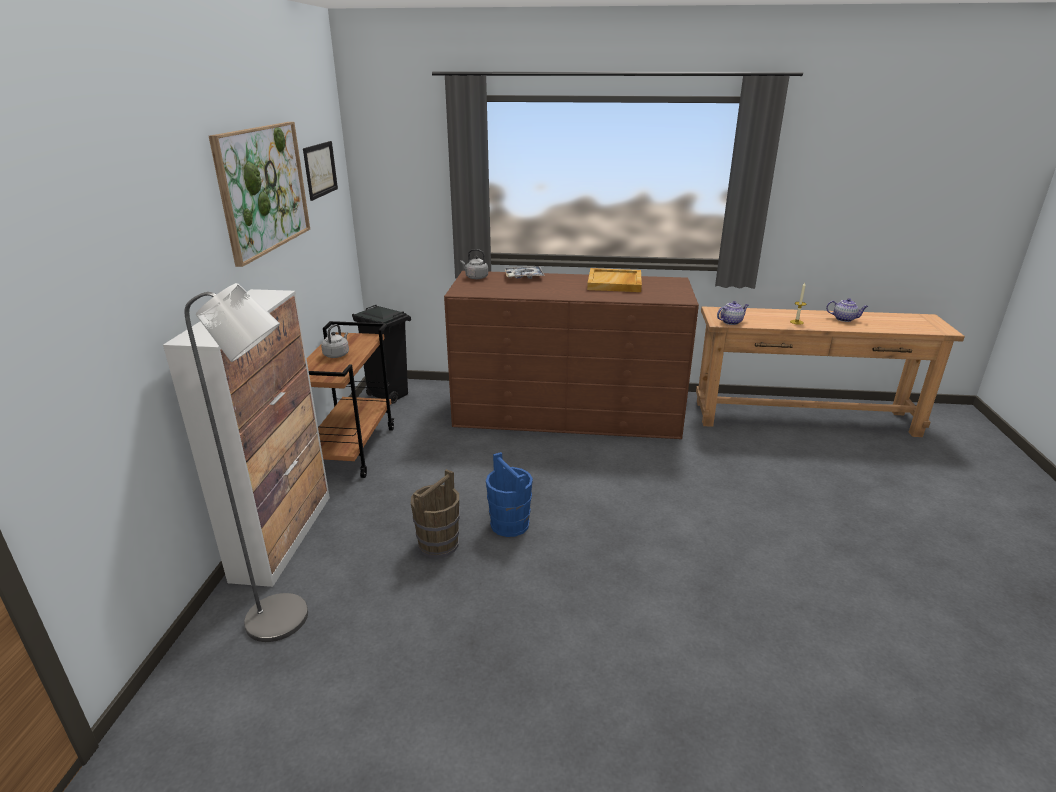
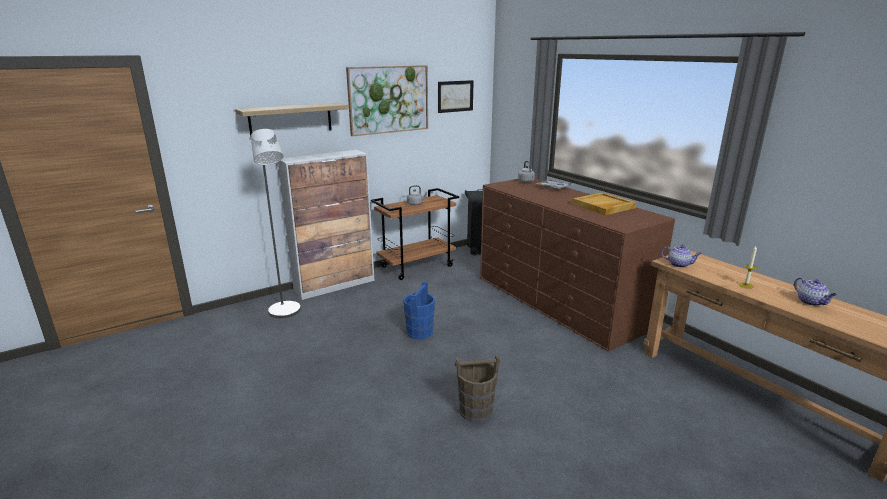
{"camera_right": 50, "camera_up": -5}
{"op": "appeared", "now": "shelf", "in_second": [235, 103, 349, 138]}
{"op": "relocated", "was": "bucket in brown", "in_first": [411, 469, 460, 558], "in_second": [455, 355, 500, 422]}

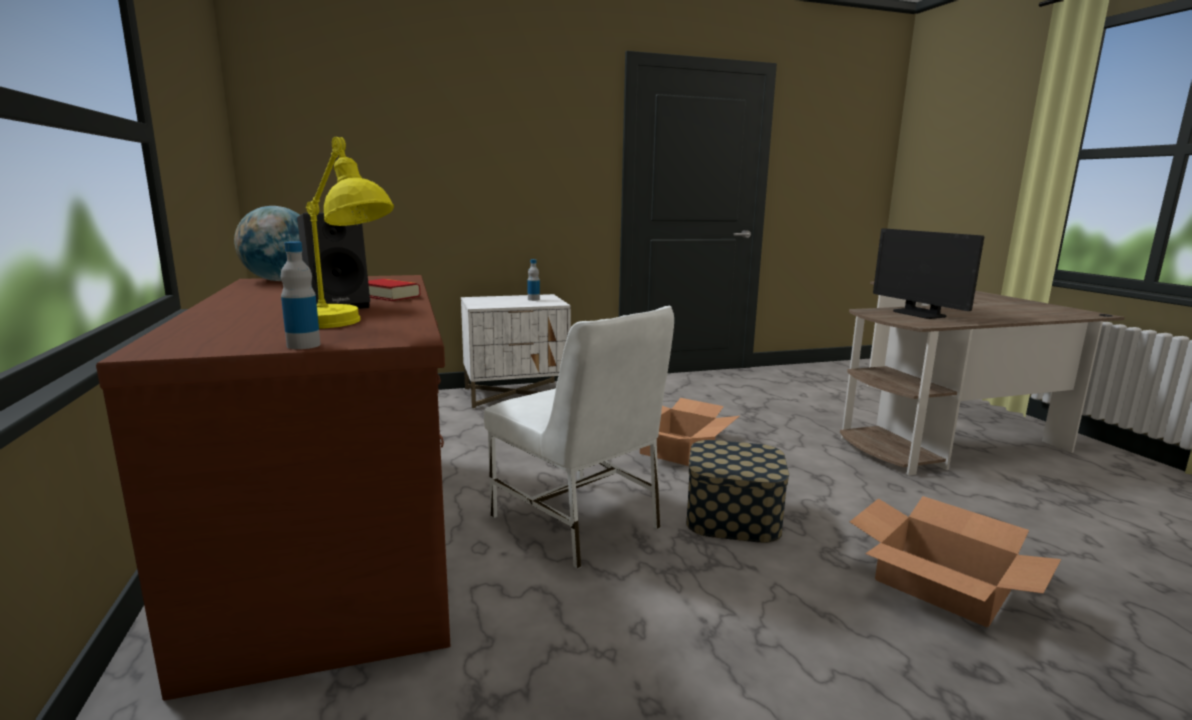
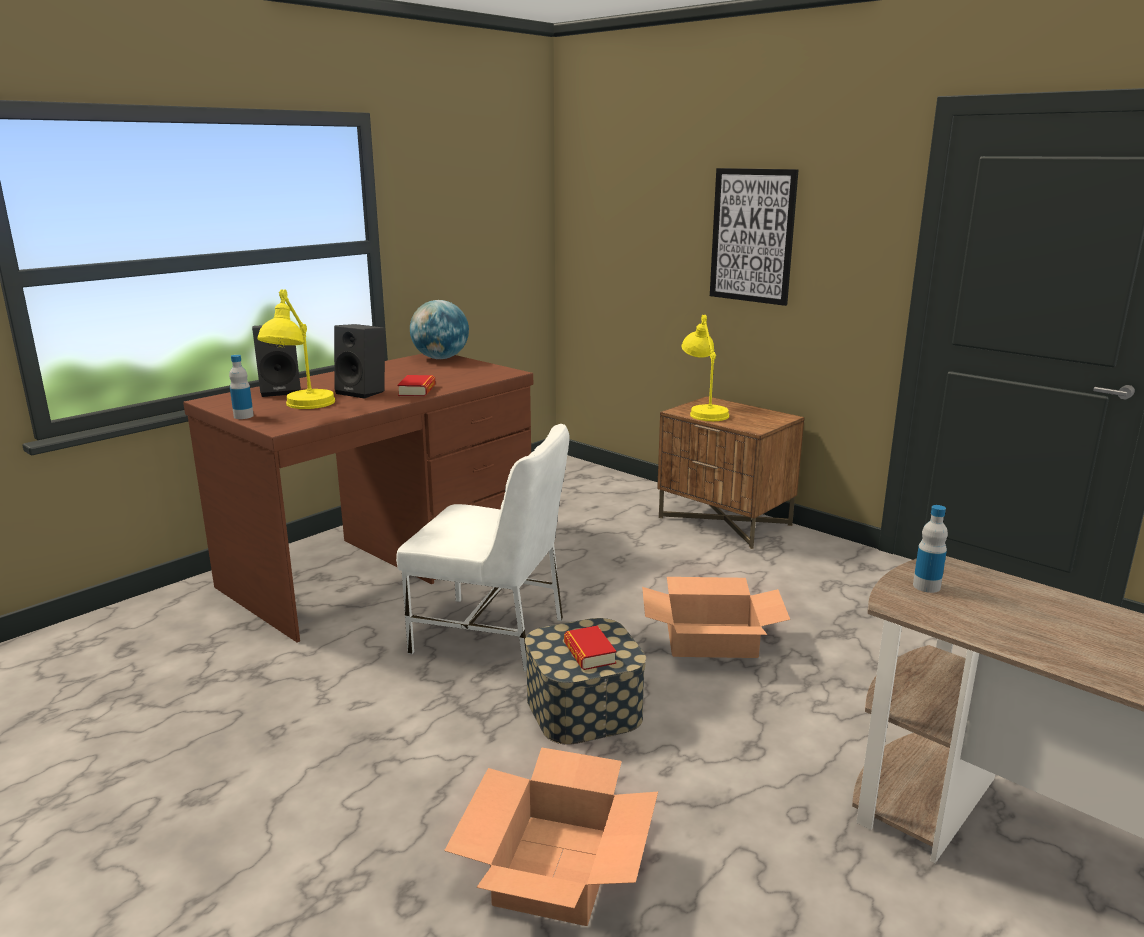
{"camera_right": 60, "camera_up": 5}
{"op": "appeared", "now": "speaker in black", "in_second": [252, 325, 301, 397]}
{"op": "spun", "was": "chair in white", "in_first": [484, 306, 674, 569], "in_second": [396, 424, 570, 671], "clockwise": -90}
{"op": "appeared", "now": "book", "in_second": [564, 626, 616, 670]}
{"op": "colour", "was": "nightstand in white", "now": "nightstand in brown", "in_first": [461, 294, 571, 409], "in_second": [657, 396, 805, 549]}
{"op": "appeared", "now": "table lamp in yellow", "in_second": [681, 315, 729, 421]}
{"op": "appeared", "now": "picture", "in_second": [710, 168, 799, 306]}
{"op": "relocated", "was": "bottle", "in_first": [527, 259, 540, 301], "in_second": [913, 505, 948, 593]}
{"op": "missing", "was": "monitor", "in_first": [873, 228, 984, 319]}

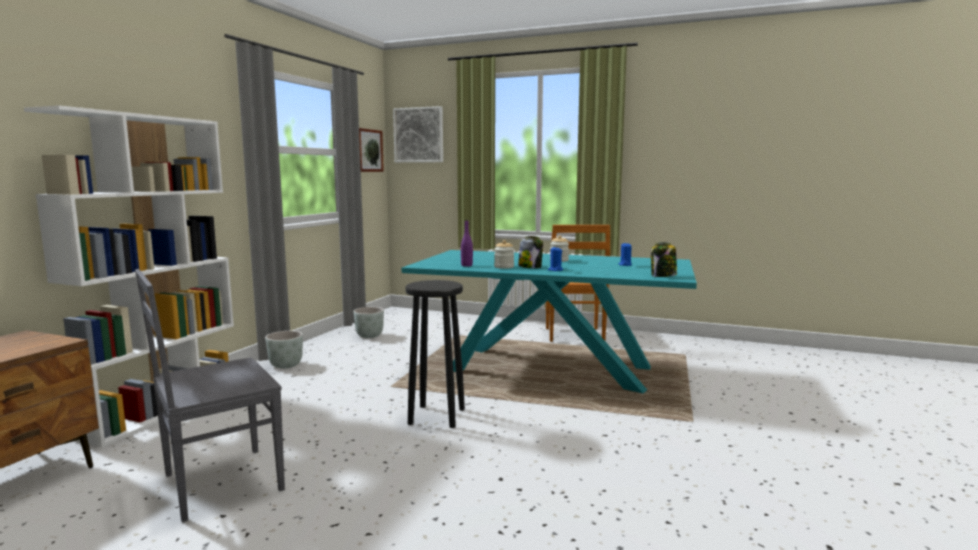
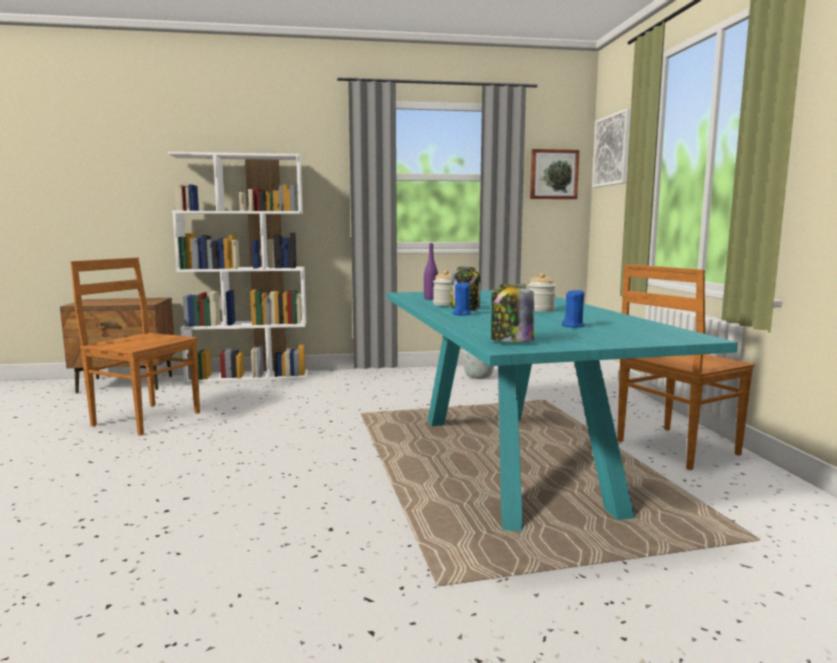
{"camera_right": 60, "camera_up": 0}
{"op": "colour", "was": "chair in grey", "now": "chair in brown", "in_first": [135, 269, 285, 522], "in_second": [70, 257, 200, 436]}
{"op": "missing", "was": "planter in grey", "in_first": [265, 331, 303, 368]}
{"op": "missing", "was": "stool in black", "in_first": [405, 280, 465, 428]}

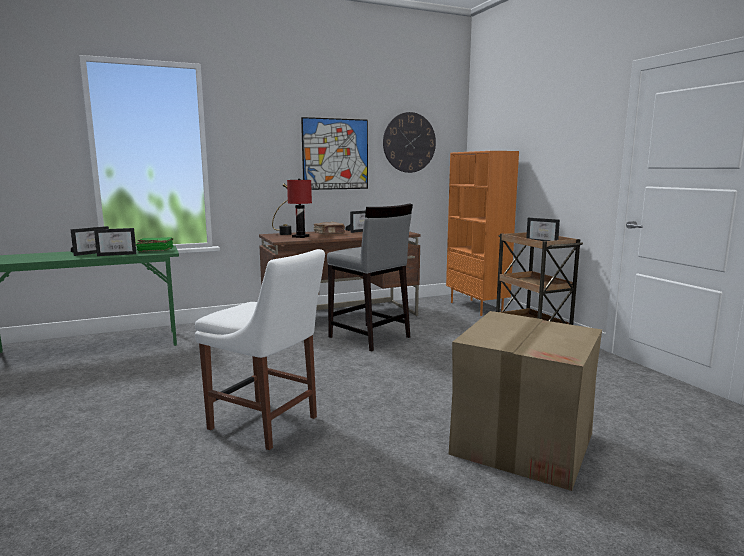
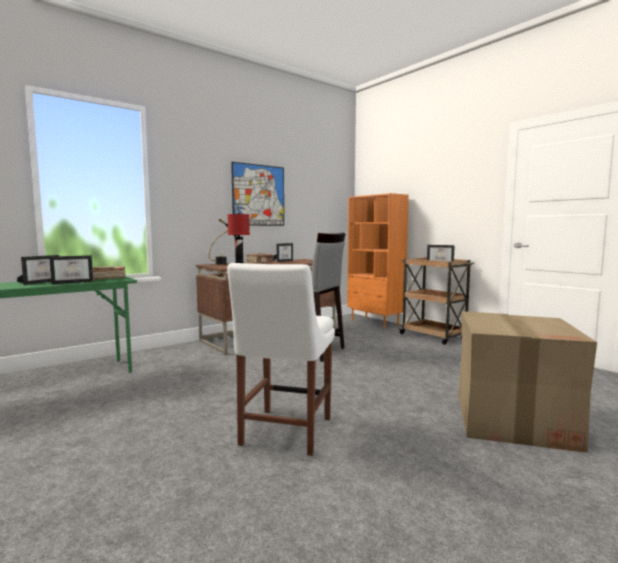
{"camera_right": -15, "camera_up": -5}
{"op": "colour", "was": "book in green", "now": "book in brown", "in_first": [136, 237, 173, 252], "in_second": [92, 266, 126, 280]}
{"op": "spun", "was": "chair in white", "in_first": [195, 249, 325, 450], "in_second": [227, 263, 335, 456], "clockwise": 90}
{"op": "missing", "was": "wall clock", "in_first": [383, 112, 436, 173]}

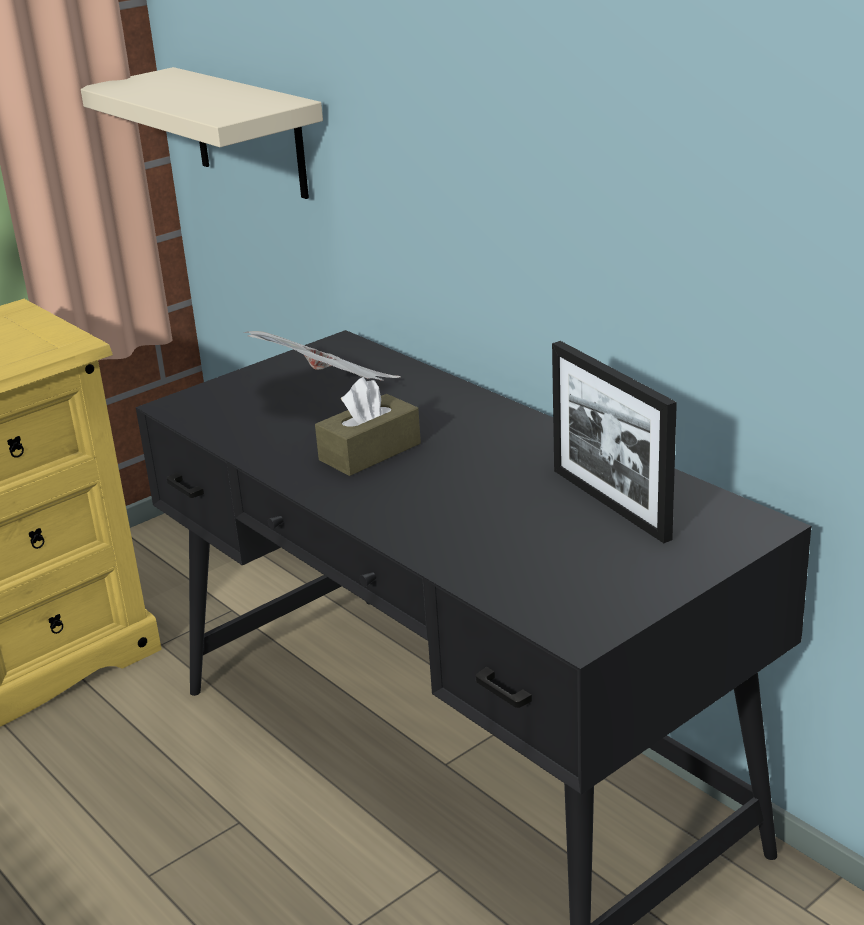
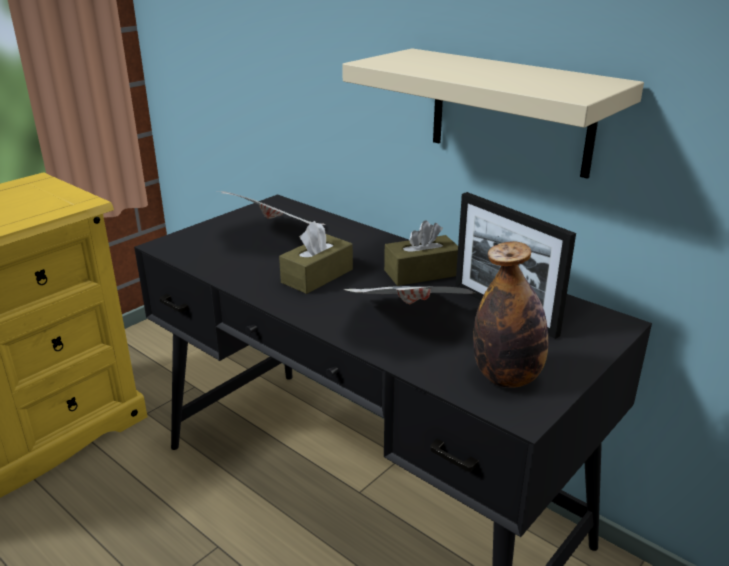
{"camera_right": -10, "camera_up": 0}
{"op": "relocated", "was": "shelf in beige", "in_first": [81, 67, 323, 199], "in_second": [342, 49, 644, 179]}
{"op": "appeared", "now": "newspaper", "in_second": [344, 286, 476, 304]}
{"op": "appeared", "now": "tissue box in brown", "in_second": [384, 220, 458, 286]}
{"op": "appeared", "now": "bottle", "in_second": [473, 241, 549, 388]}

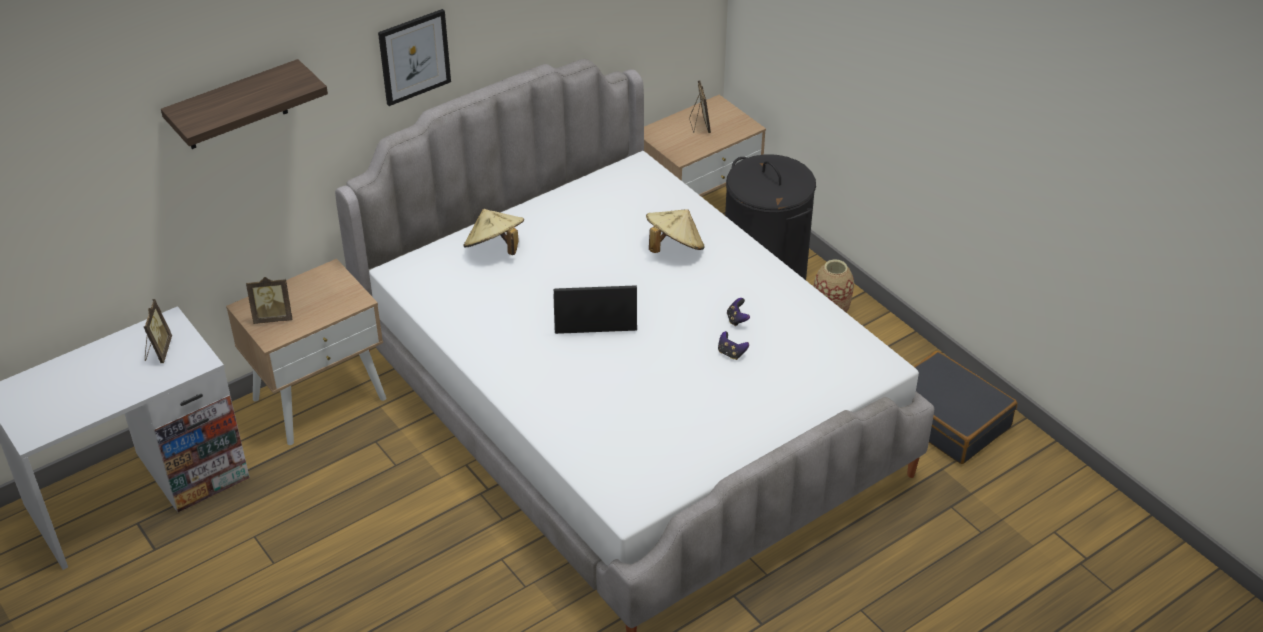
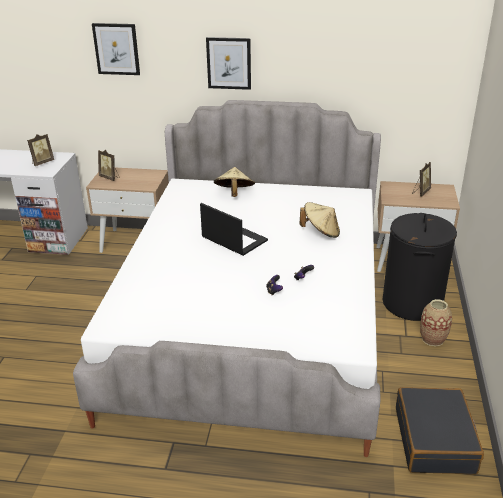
{"camera_right": 45, "camera_up": -10}
{"op": "exchanged", "was": "shelf", "now": "picture", "in_first": [161, 59, 328, 149], "in_second": [92, 23, 140, 75]}

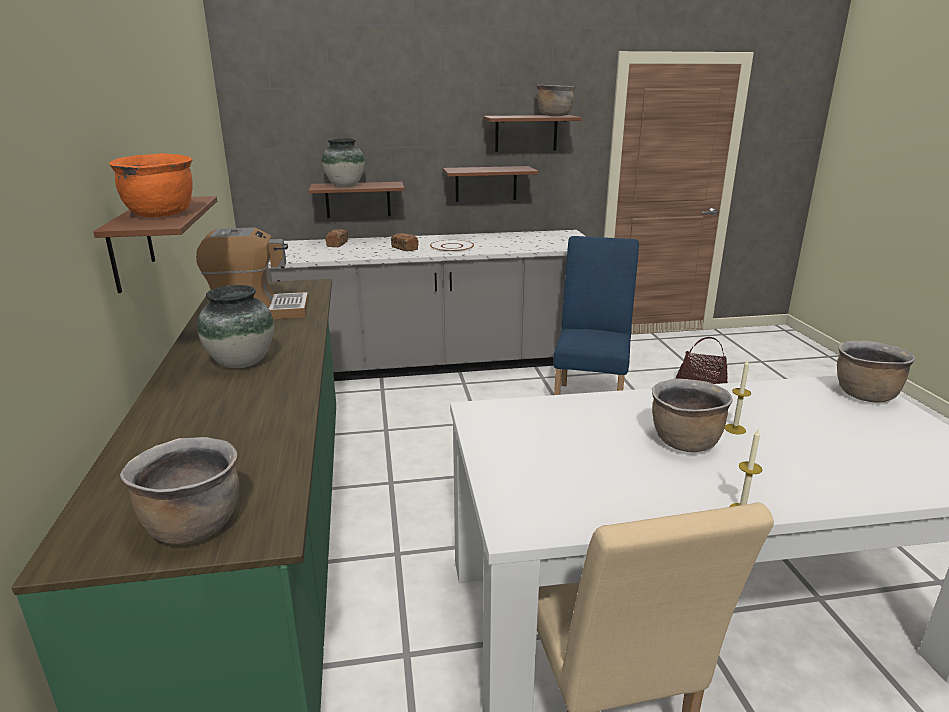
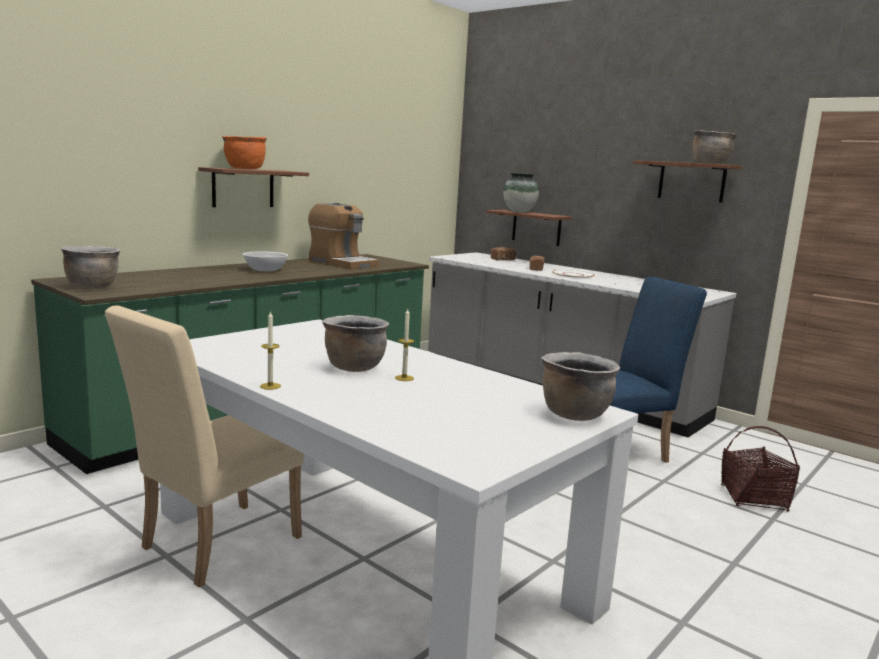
{"camera_right": 50, "camera_up": -10}
{"op": "exchanged", "was": "vase", "now": "bowl in white", "in_first": [197, 285, 274, 368], "in_second": [243, 251, 288, 271]}
{"op": "missing", "was": "shelf in brown", "in_first": [443, 166, 538, 202]}

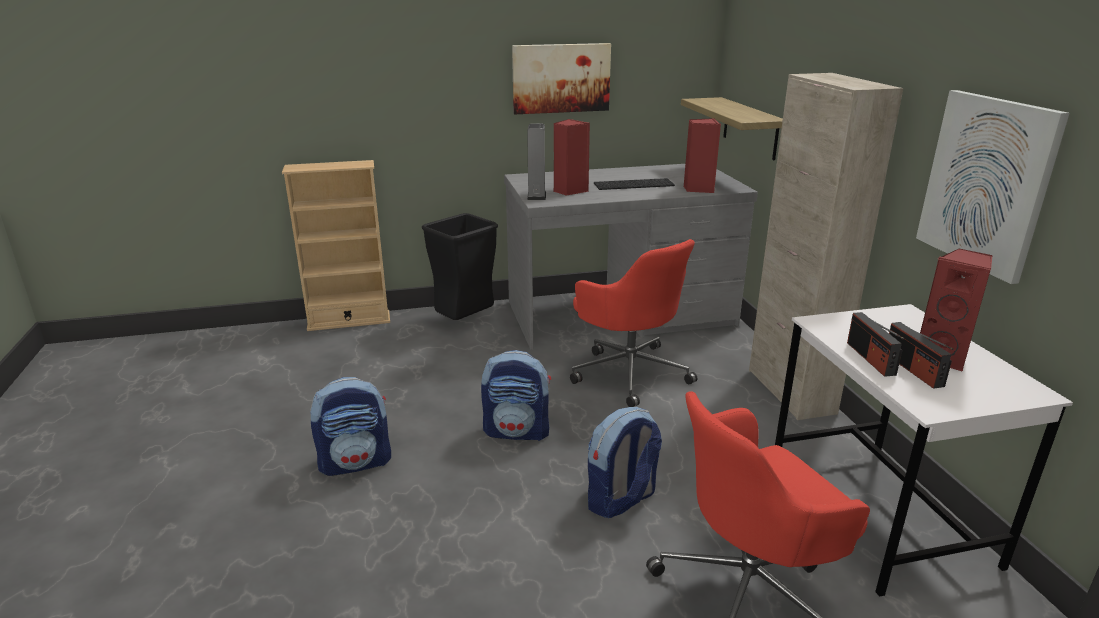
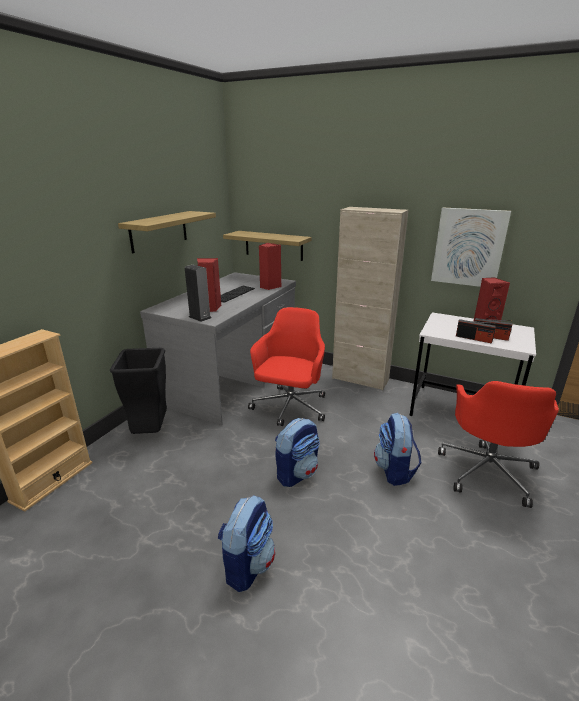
{"camera_right": -50, "camera_up": 0}
{"op": "exchanged", "was": "picture", "now": "shelf", "in_first": [512, 43, 611, 114], "in_second": [118, 211, 216, 253]}
{"op": "spun", "was": "office chair in red", "in_first": [570, 239, 697, 407], "in_second": [248, 307, 325, 426], "clockwise": -75}

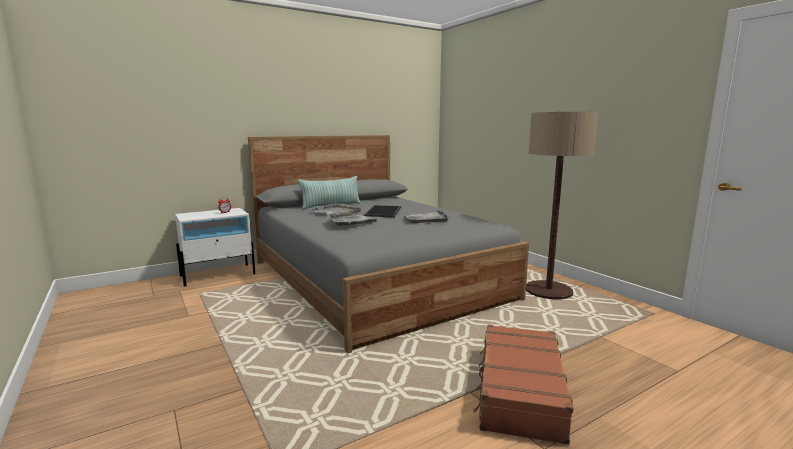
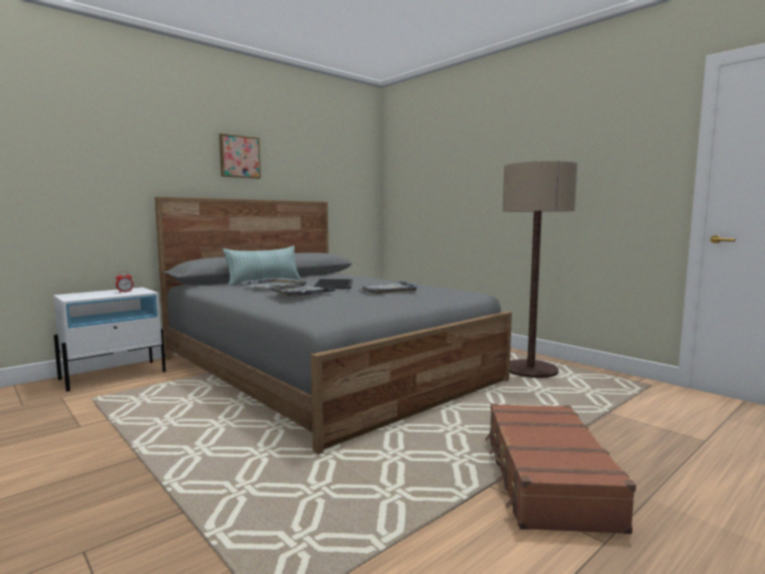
{"camera_right": -10, "camera_up": -5}
{"op": "appeared", "now": "picture", "in_second": [219, 133, 261, 179]}

